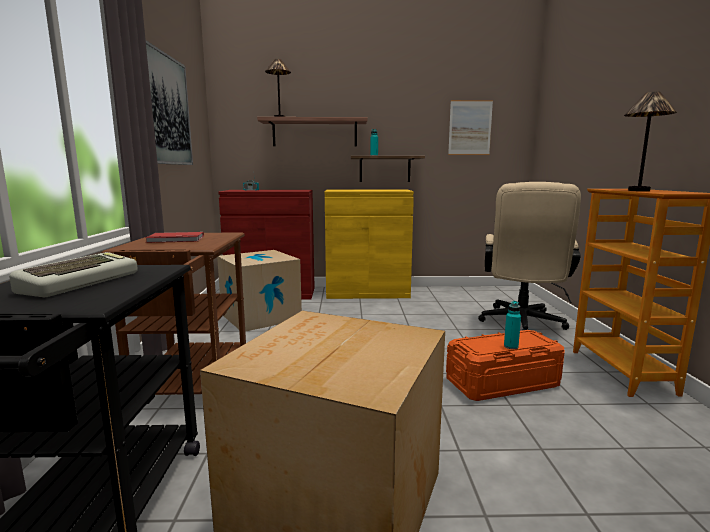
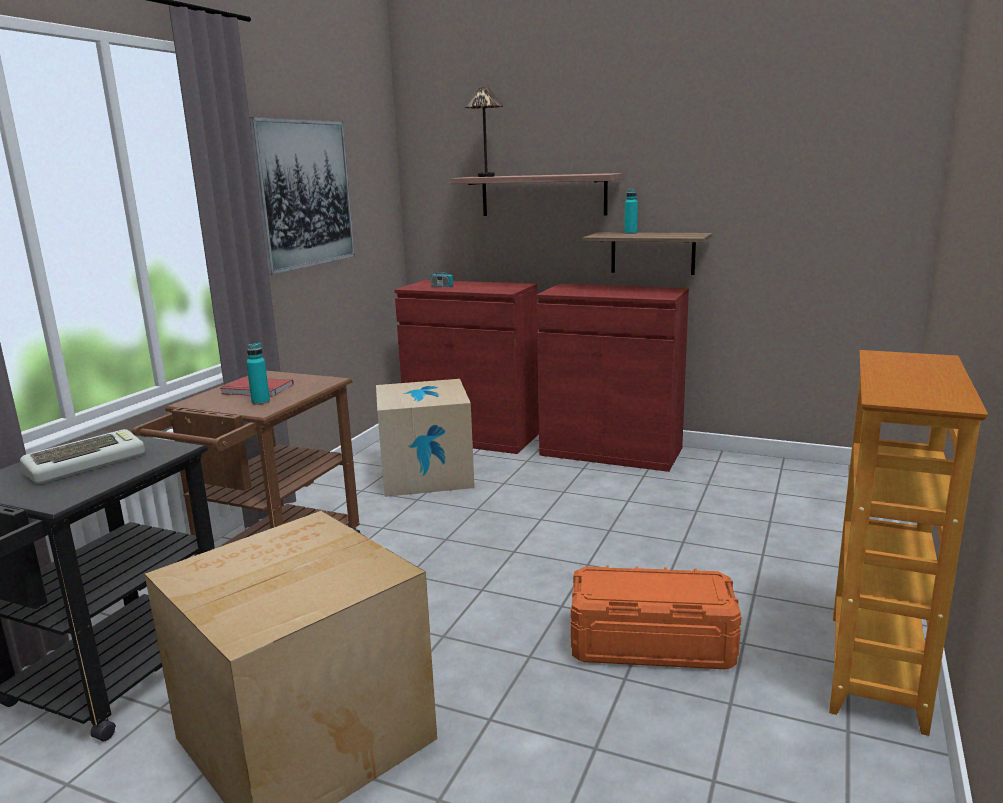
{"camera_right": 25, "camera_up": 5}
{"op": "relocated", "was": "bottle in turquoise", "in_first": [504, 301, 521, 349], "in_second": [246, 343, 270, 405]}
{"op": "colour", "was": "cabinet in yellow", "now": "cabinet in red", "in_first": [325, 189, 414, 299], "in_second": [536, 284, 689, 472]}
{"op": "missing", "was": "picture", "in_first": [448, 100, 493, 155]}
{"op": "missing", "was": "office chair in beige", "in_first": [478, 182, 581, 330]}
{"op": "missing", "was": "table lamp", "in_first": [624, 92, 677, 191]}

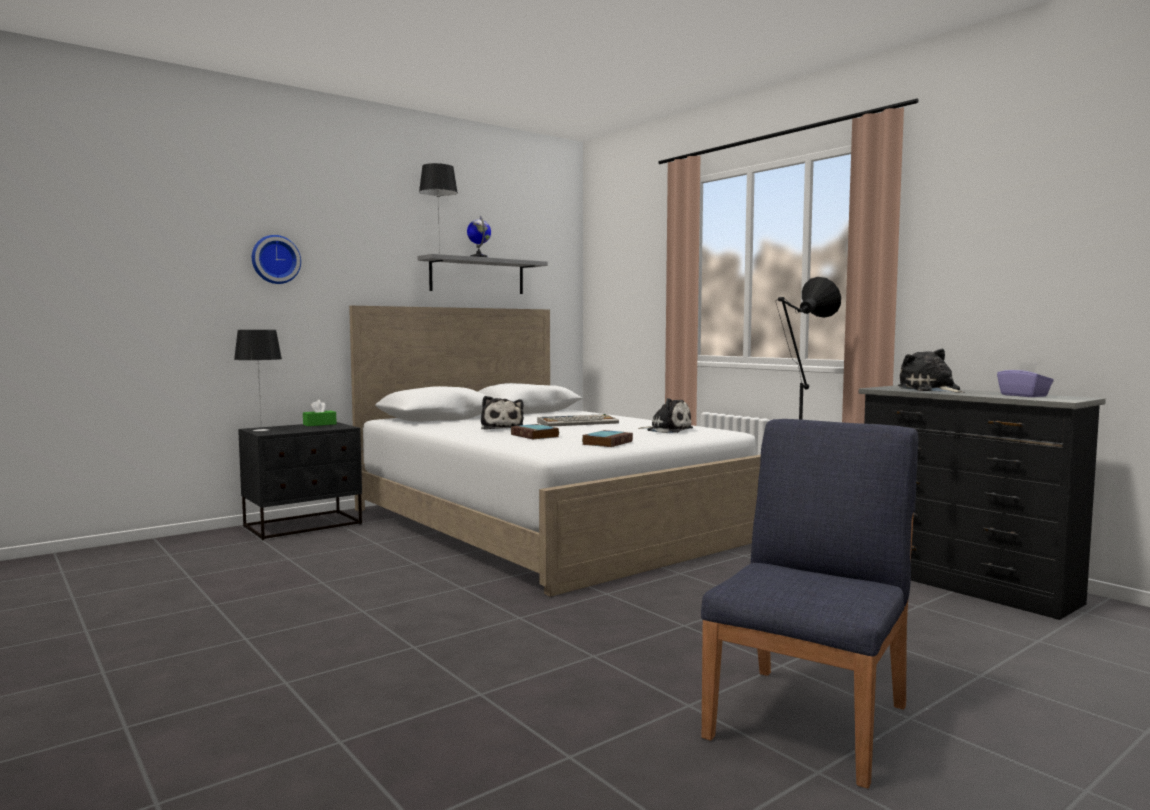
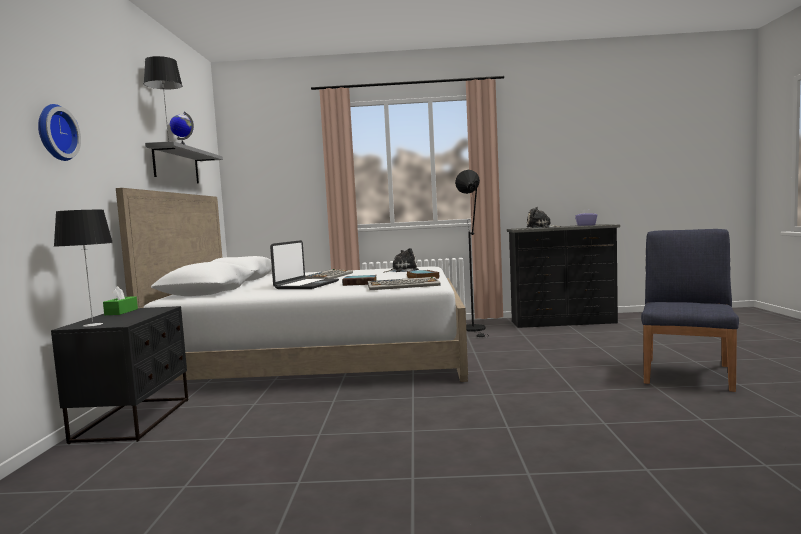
{"camera_right": -50, "camera_up": 0}
{"op": "exchanged", "was": "plush toy", "now": "laptop", "in_first": [481, 396, 524, 430], "in_second": [270, 240, 339, 289]}
{"op": "appeared", "now": "keyboard", "in_second": [368, 277, 440, 290]}
{"op": "spun", "was": "chair in blue", "in_first": [701, 419, 918, 789], "in_second": [641, 229, 739, 392], "clockwise": 45}

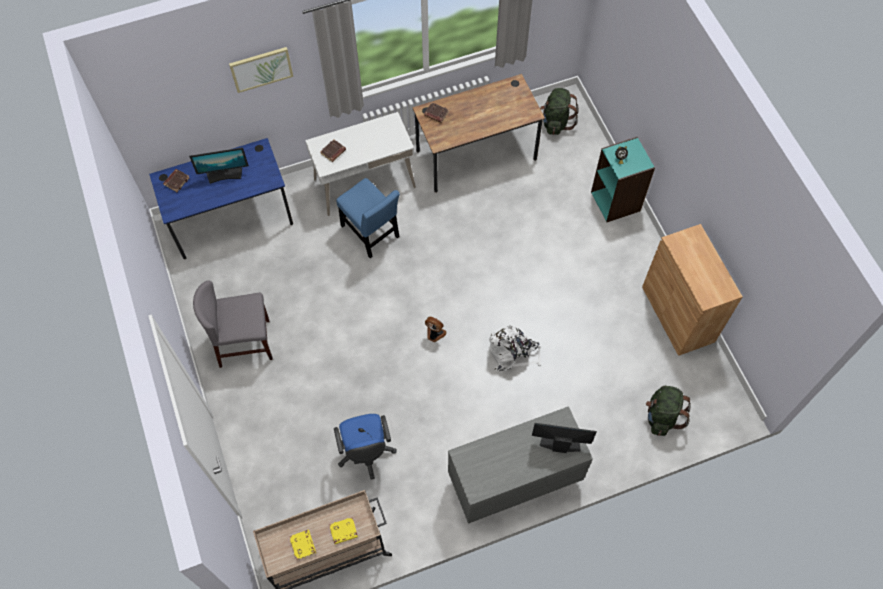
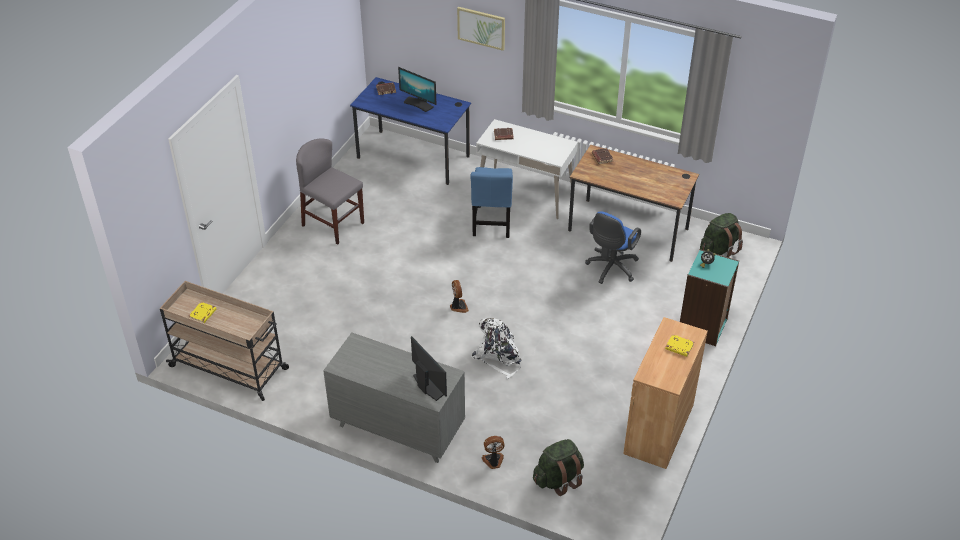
{"camera_right": 45, "camera_up": -20}
{"op": "appeared", "now": "fan", "in_second": [482, 436, 505, 469]}
{"op": "relocated", "was": "office chair in blue", "in_first": [334, 414, 397, 480], "in_second": [585, 211, 641, 284]}
{"op": "relocated", "was": "book in yellow", "in_first": [329, 517, 358, 544], "in_second": [665, 334, 694, 357]}

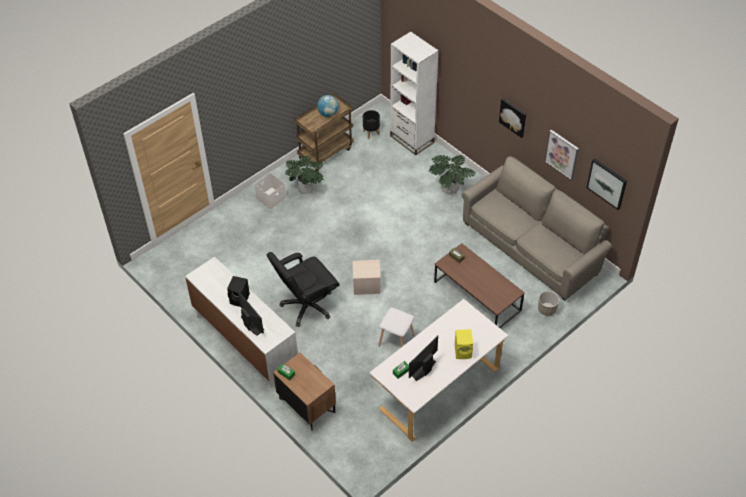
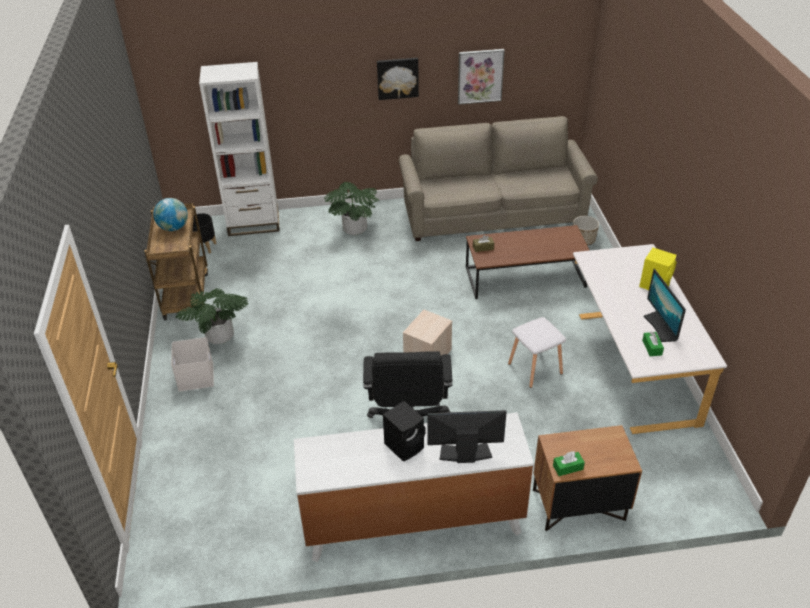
{"camera_right": -55, "camera_up": -10}
{"op": "missing", "was": "picture", "in_first": [587, 158, 627, 210]}

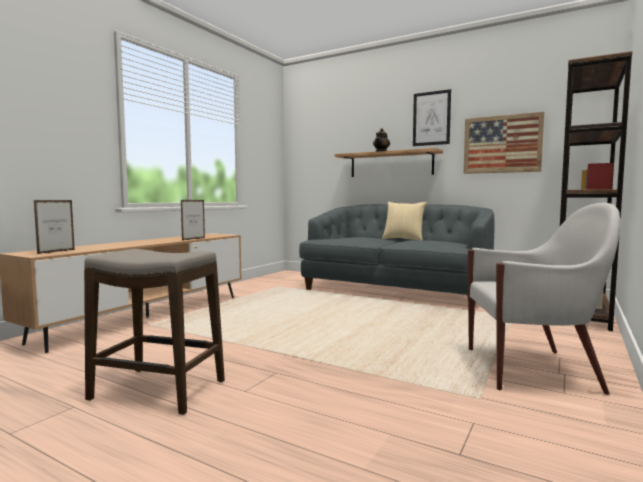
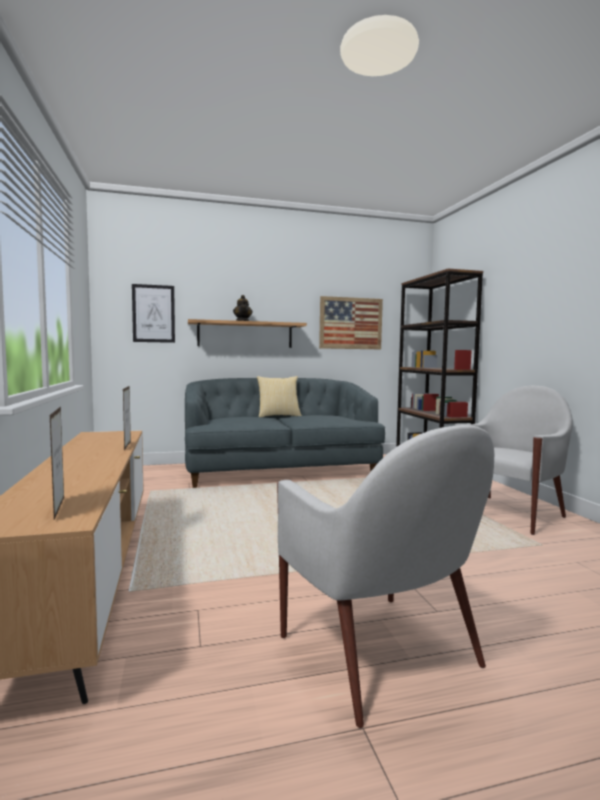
{"camera_right": -45, "camera_up": 0}
{"op": "relocated", "was": "picture", "in_first": [413, 89, 451, 146], "in_second": [132, 284, 175, 343]}
{"op": "exchanged", "was": "stool", "now": "armchair in white", "in_first": [84, 249, 225, 415], "in_second": [277, 425, 494, 728]}

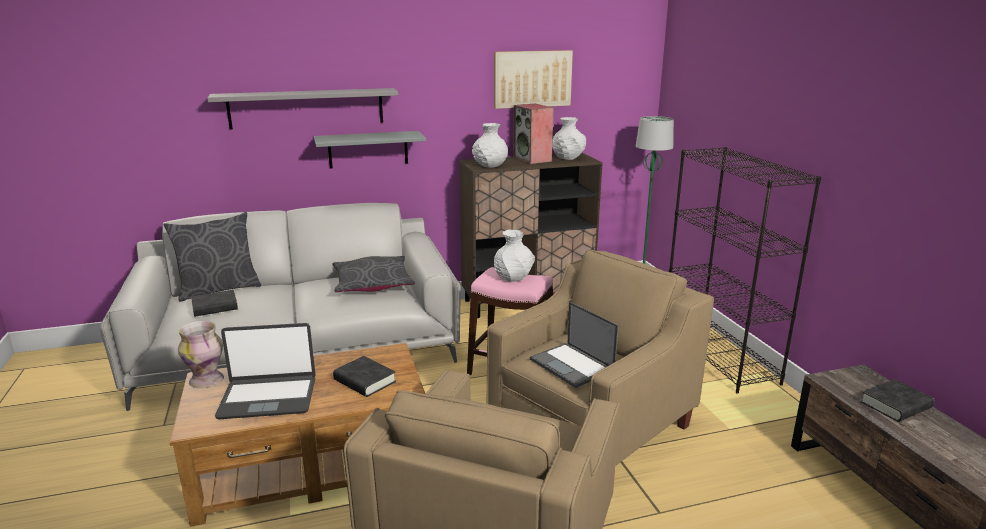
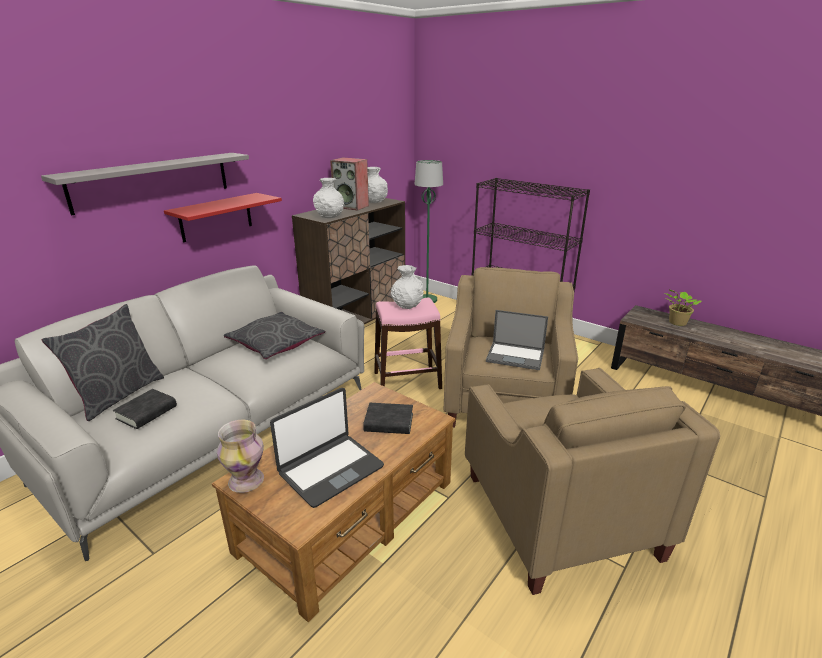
{"camera_right": -35, "camera_up": 5}
{"op": "colour", "was": "shelf in grey", "now": "shelf in red", "in_first": [314, 131, 426, 169], "in_second": [164, 193, 282, 242]}
{"op": "exchanged", "was": "book in black", "now": "potted plant", "in_first": [861, 379, 934, 422], "in_second": [665, 290, 702, 326]}
{"op": "missing", "was": "picture", "in_first": [494, 50, 573, 109]}

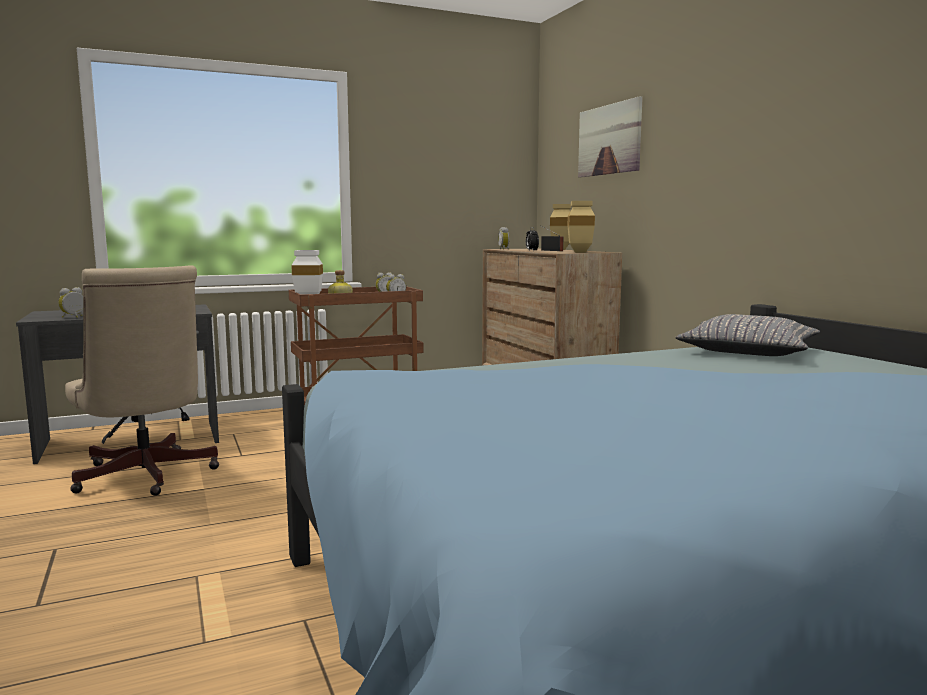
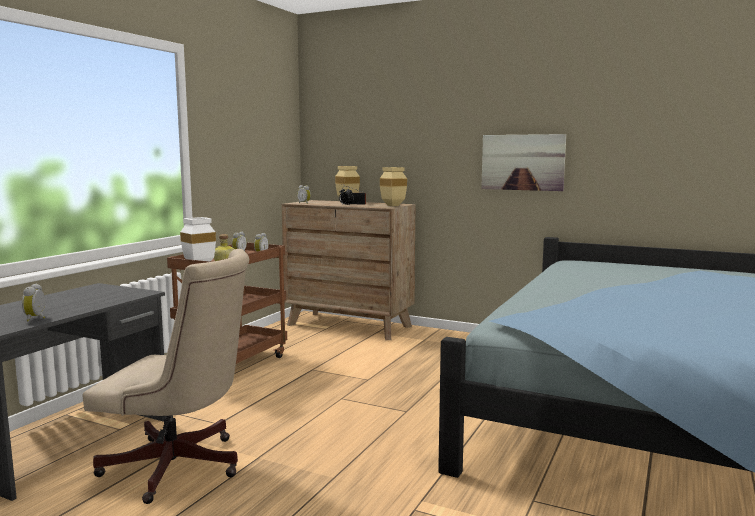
{"camera_right": -40, "camera_up": 0}
{"op": "relocated", "was": "picture", "in_first": [578, 96, 643, 178], "in_second": [481, 134, 566, 191]}
{"op": "missing", "was": "pillow in grey", "in_first": [675, 314, 820, 356]}

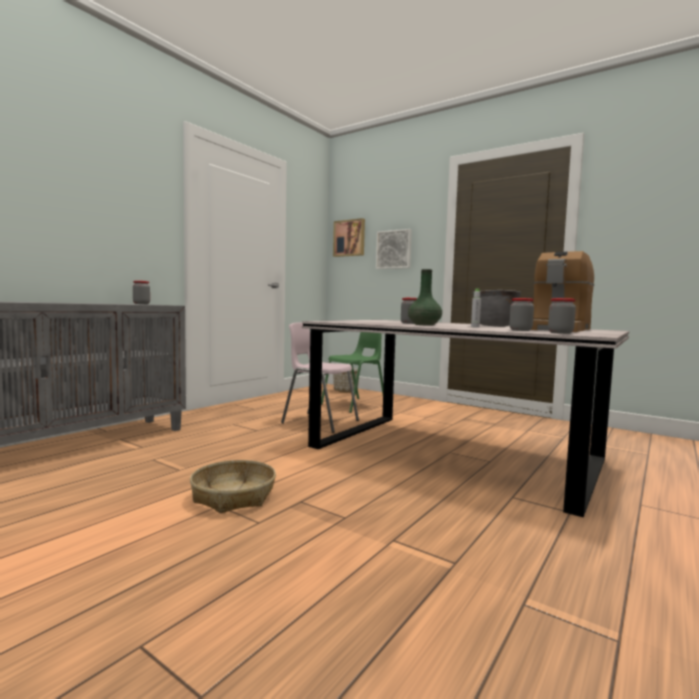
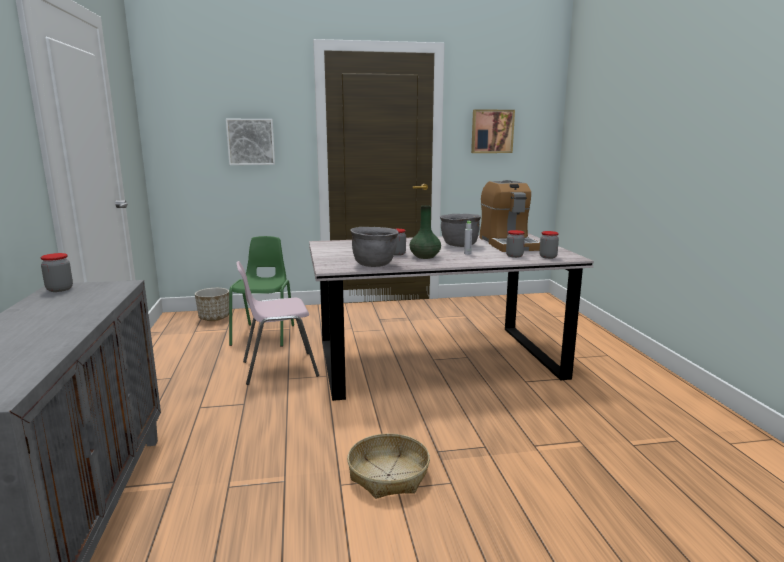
{"camera_right": -45, "camera_up": 10}
{"op": "appeared", "now": "cooking pot in grey", "in_second": [350, 227, 399, 267]}
{"op": "relocated", "was": "picture", "in_first": [333, 218, 365, 257], "in_second": [471, 109, 515, 153]}

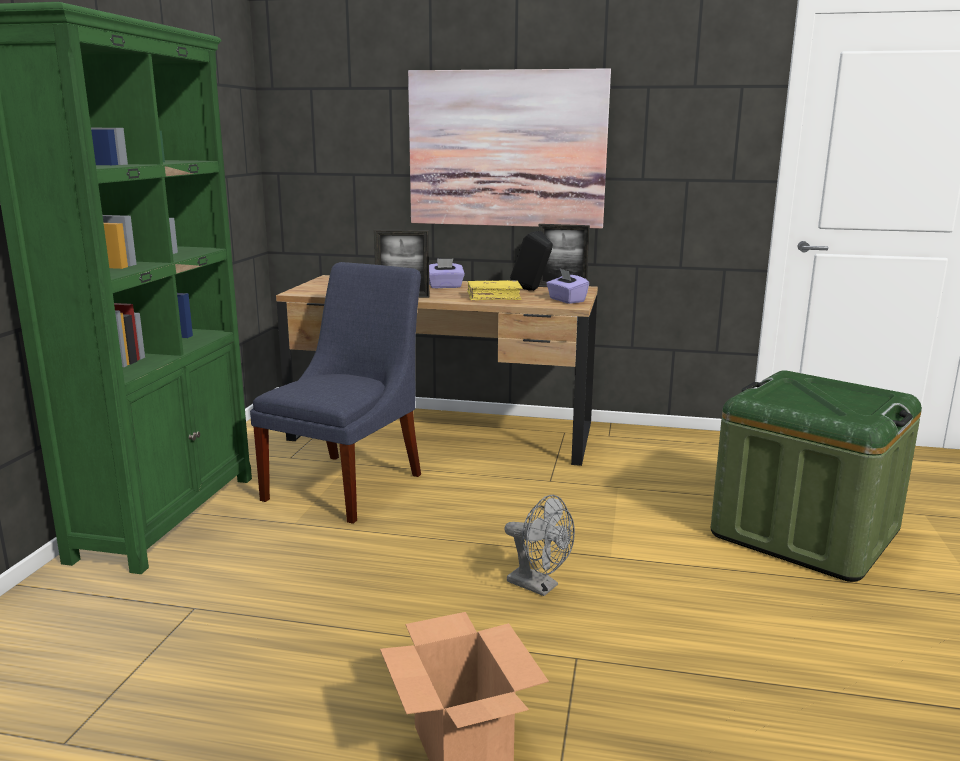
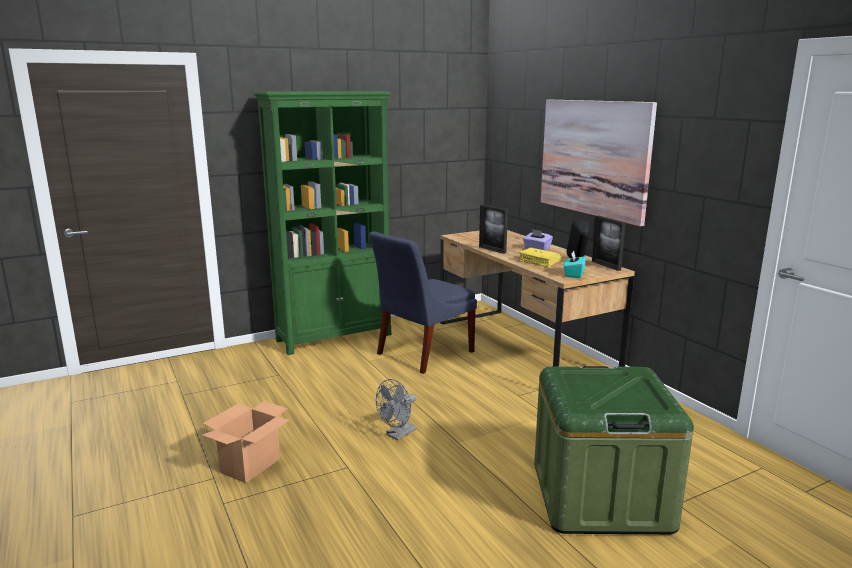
{"camera_right": 50, "camera_up": 0}
{"op": "spun", "was": "chair in blue", "in_first": [250, 262, 421, 524], "in_second": [369, 231, 477, 374], "clockwise": 150}
{"op": "spun", "was": "fan in grey", "in_first": [504, 495, 575, 596], "in_second": [376, 379, 416, 440], "clockwise": 45}
{"op": "colour", "was": "tissue box in purple", "now": "tissue box in turquoise", "in_first": [546, 269, 589, 304], "in_second": [564, 251, 586, 278]}

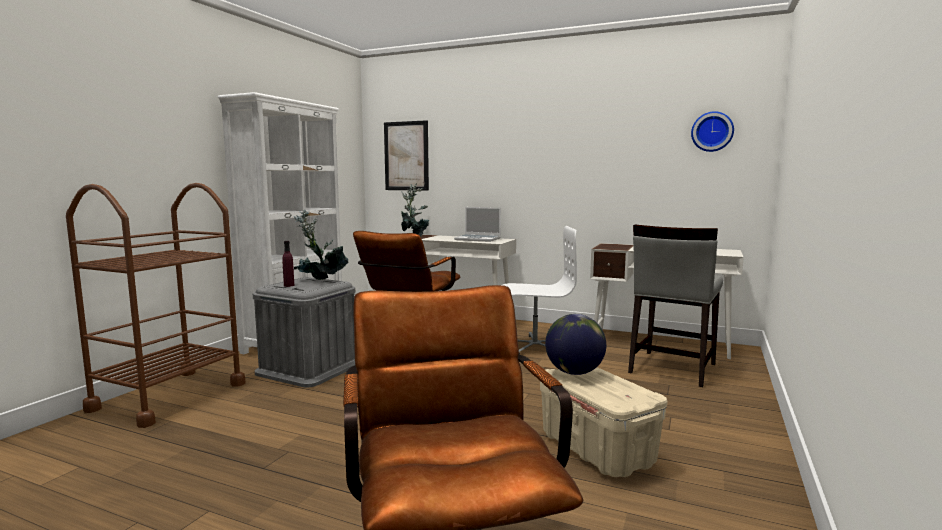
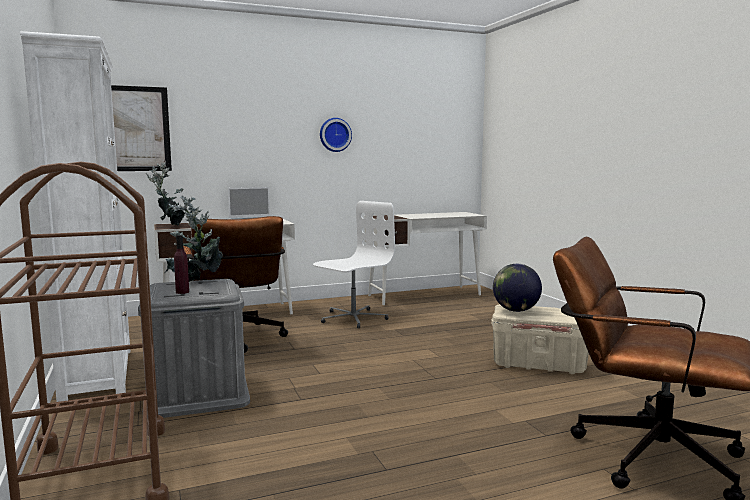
{"camera_right": -45, "camera_up": 0}
{"op": "relocated", "was": "wall clock", "in_first": [691, 111, 734, 152], "in_second": [320, 118, 352, 152]}
{"op": "missing", "was": "chair in grey", "in_first": [628, 224, 723, 387]}

